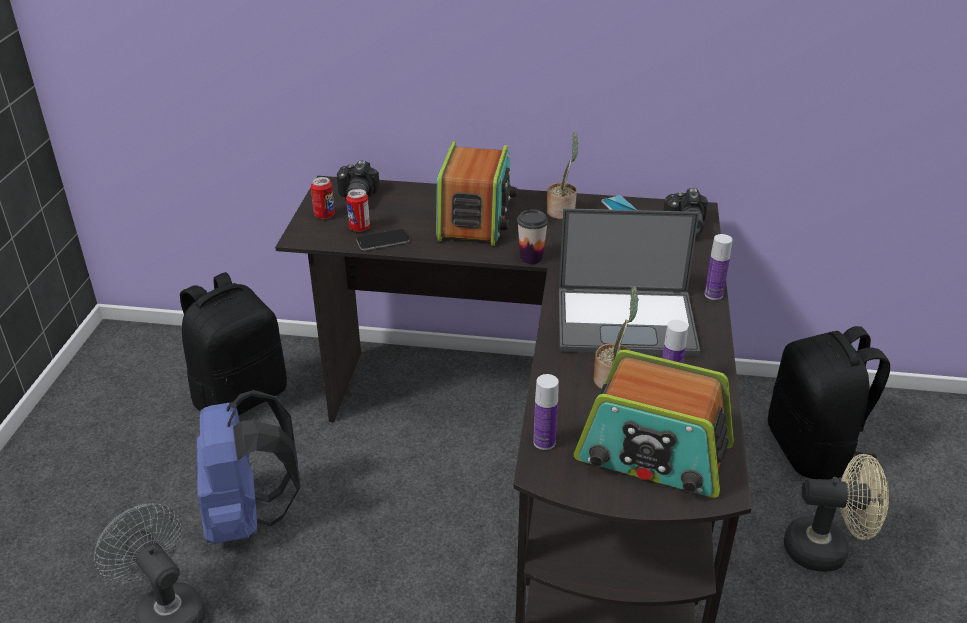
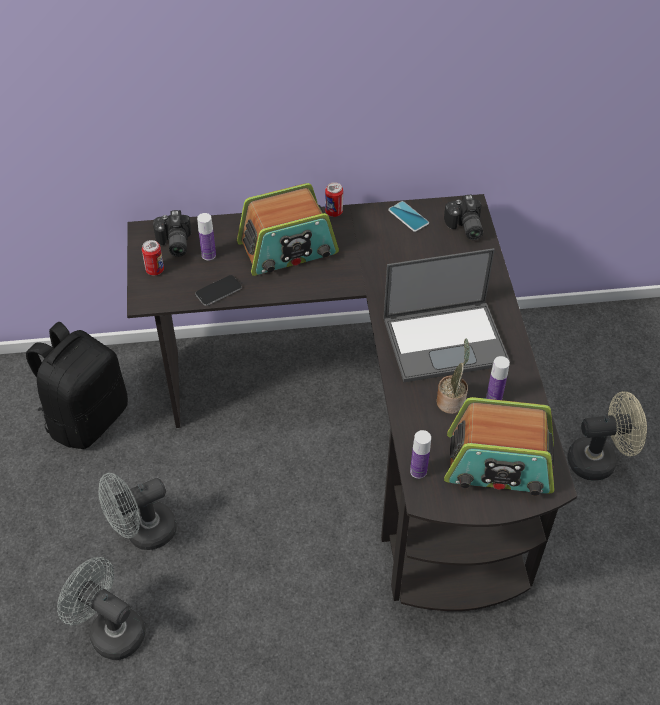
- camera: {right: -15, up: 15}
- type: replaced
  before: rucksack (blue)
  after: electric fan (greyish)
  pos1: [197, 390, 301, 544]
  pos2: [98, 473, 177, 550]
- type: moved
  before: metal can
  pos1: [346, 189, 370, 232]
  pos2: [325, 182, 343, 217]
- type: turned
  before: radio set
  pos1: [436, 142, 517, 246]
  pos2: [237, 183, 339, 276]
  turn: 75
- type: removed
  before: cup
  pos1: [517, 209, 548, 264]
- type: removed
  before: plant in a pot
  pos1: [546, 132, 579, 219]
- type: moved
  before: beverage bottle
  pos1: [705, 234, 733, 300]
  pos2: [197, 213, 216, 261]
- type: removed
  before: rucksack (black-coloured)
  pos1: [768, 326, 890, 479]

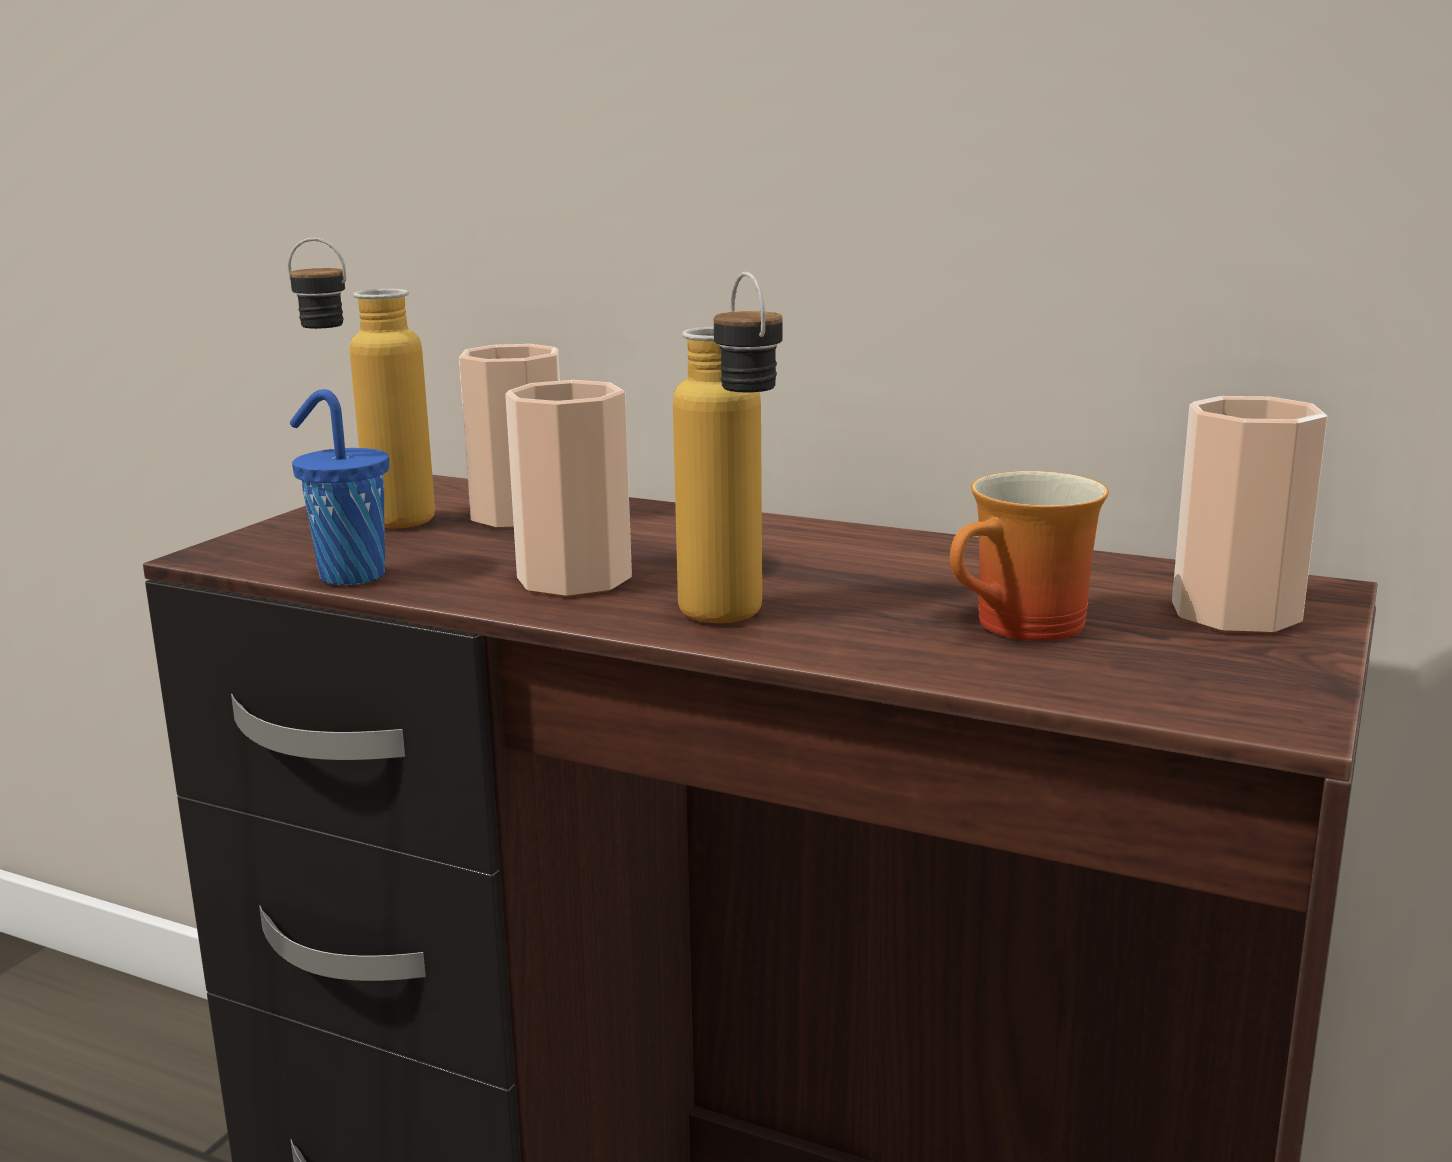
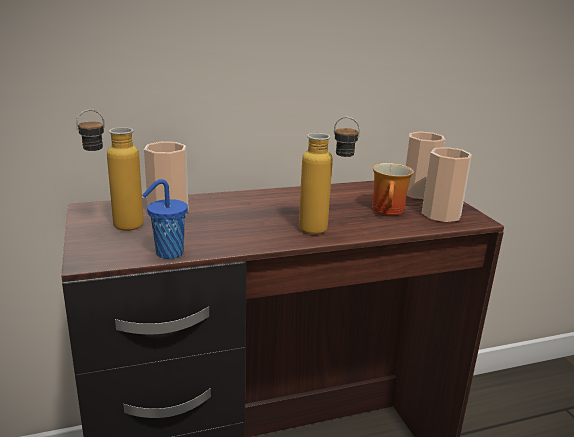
- camera: {right: -45, up: 5}
- type: moved
  before: cup
  pos1: [505, 380, 632, 597]
  pos2: [422, 147, 472, 222]

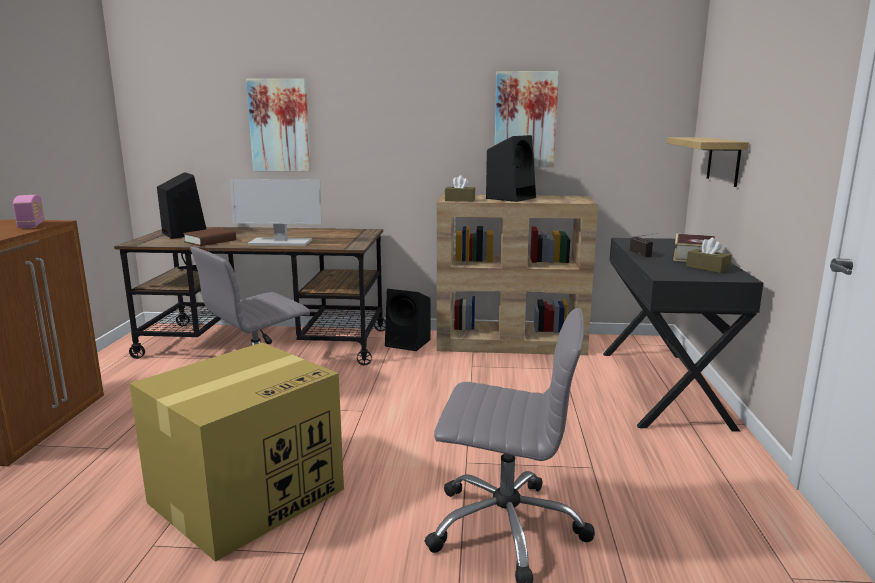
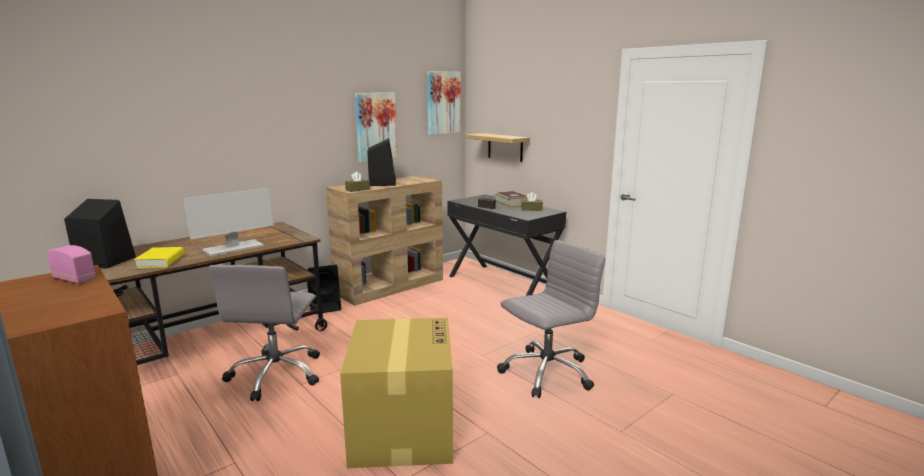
- camera: {right: -45, up: 0}
- type: recoloured
  before: bound book (brown)
  after: bound book (yellowish)
  pos1: [183, 228, 236, 246]
  pos2: [134, 247, 184, 268]
- type: moved
  before: wall art
  pos1: [246, 79, 311, 172]
  pos2: [427, 71, 461, 135]

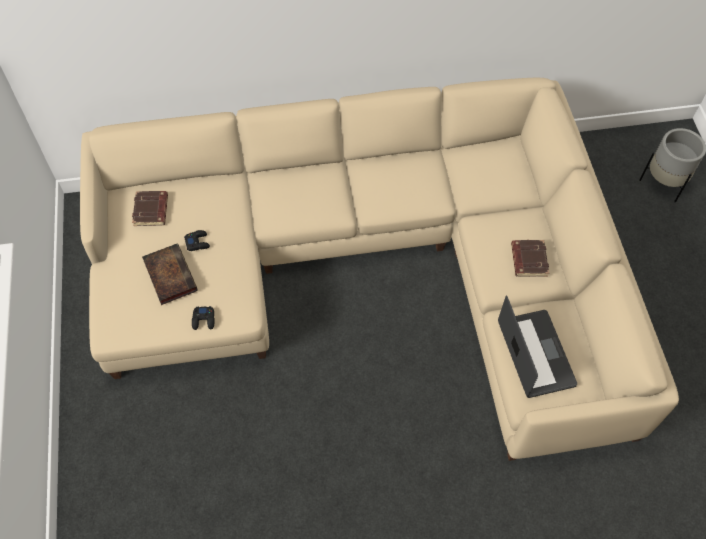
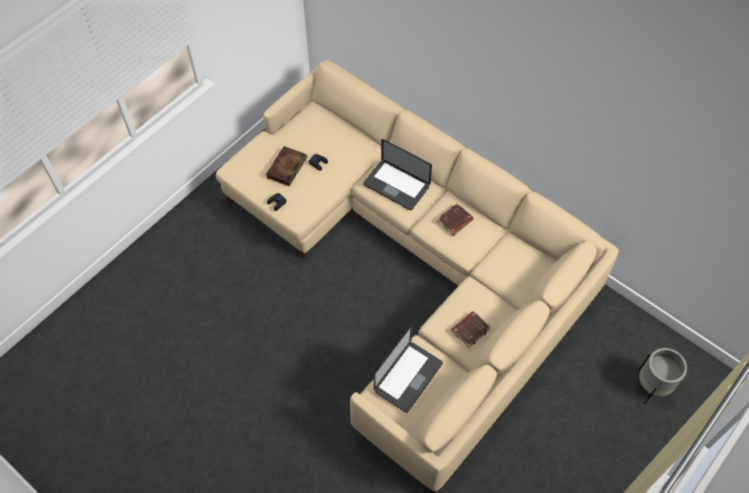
- camera: {right: 50, up: 0}
- type: moved
  before: bound book (brown)
  pos1: [132, 191, 168, 226]
  pos2: [437, 203, 473, 236]
- type: added
  after: laptop
  pos2: [363, 139, 432, 210]

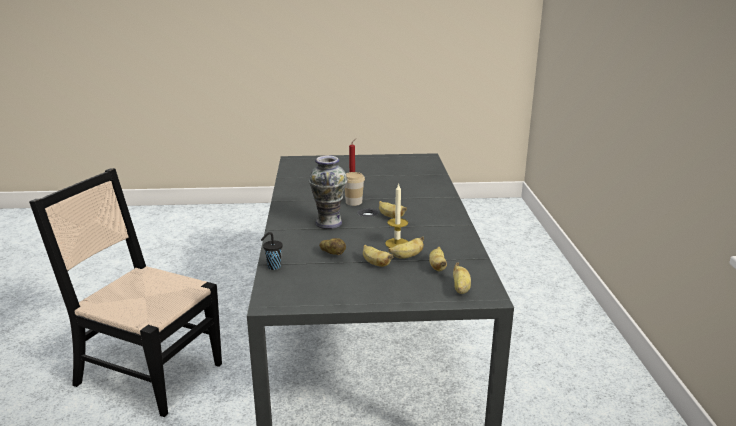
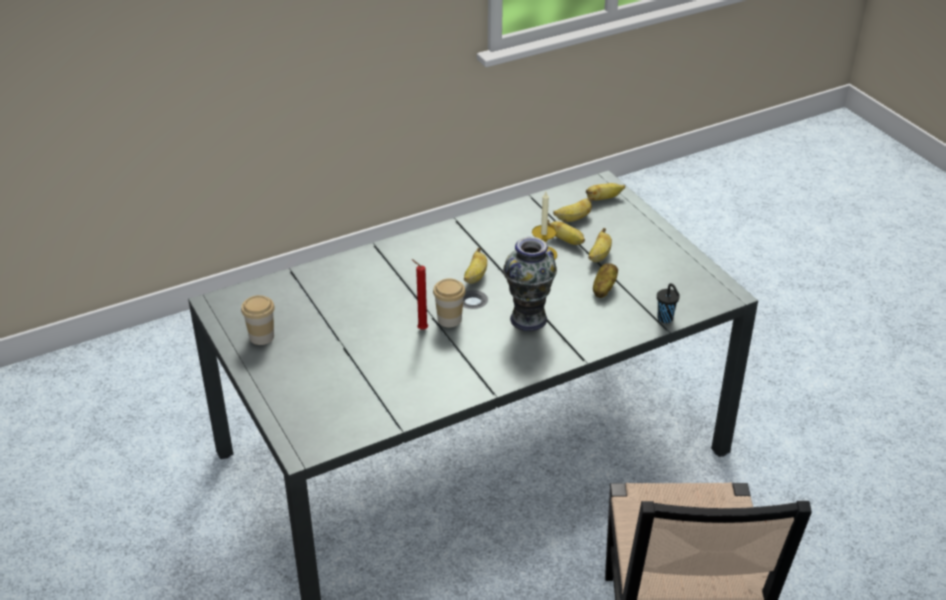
- camera: {right: -115, up: 15}
- type: added
  after: cup
  pos2: [241, 295, 275, 345]

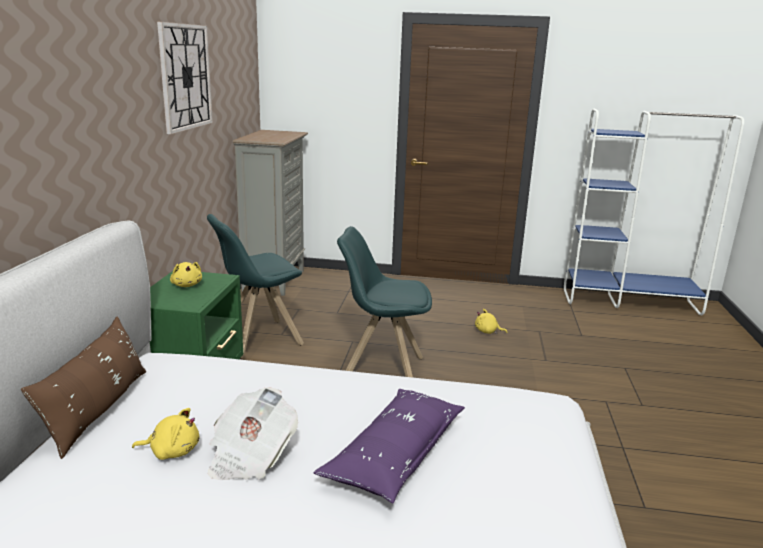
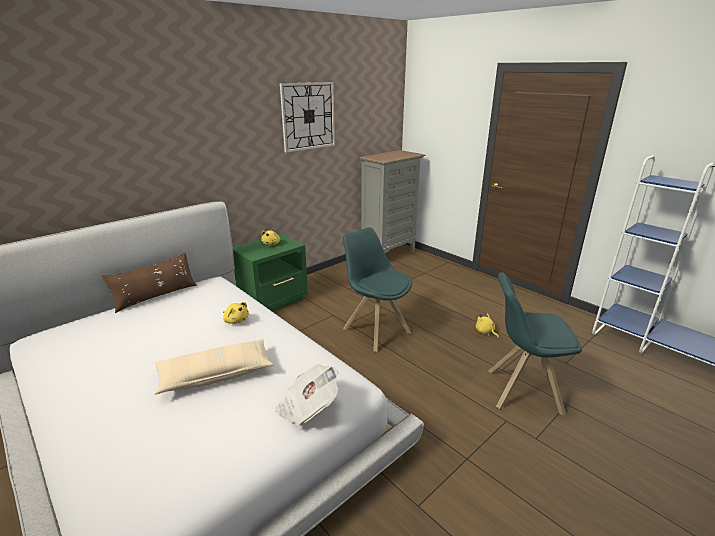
- camera: {right: 40, up: 5}
- type: moved
  before: cuddly toy (yellowish)
  pos1: [132, 408, 199, 460]
  pos2: [223, 302, 249, 324]
- type: moved
  before: chair (turquoise)
  pos1: [207, 214, 304, 358]
  pos2: [488, 272, 582, 416]
- type: moved
  before: newspaper
  pos1: [208, 387, 298, 480]
  pos2: [275, 364, 339, 427]
- type: recoloured
  before: throw pillow (purple-coloured)
  after: throw pillow (beige-coloured)
  pos1: [313, 389, 465, 503]
  pos2: [155, 339, 274, 395]

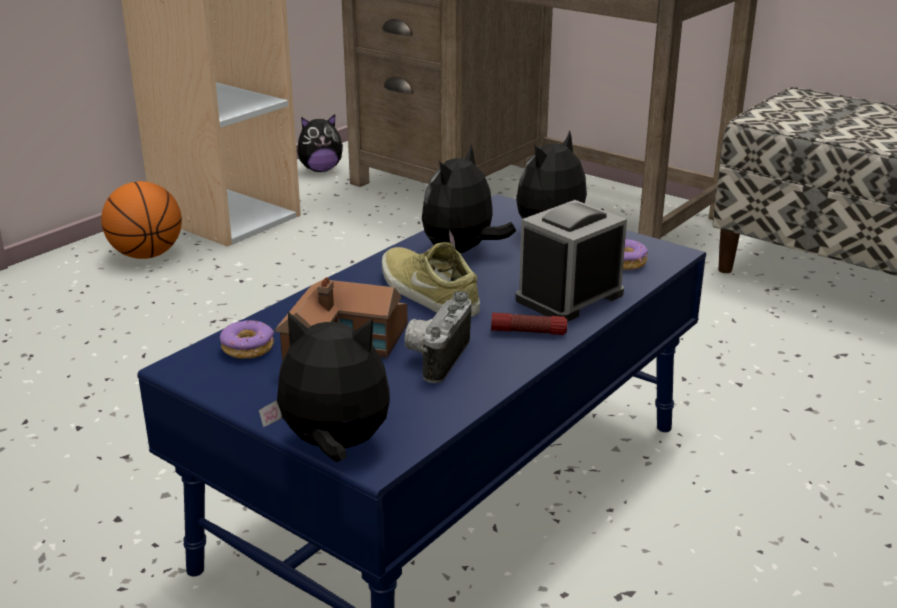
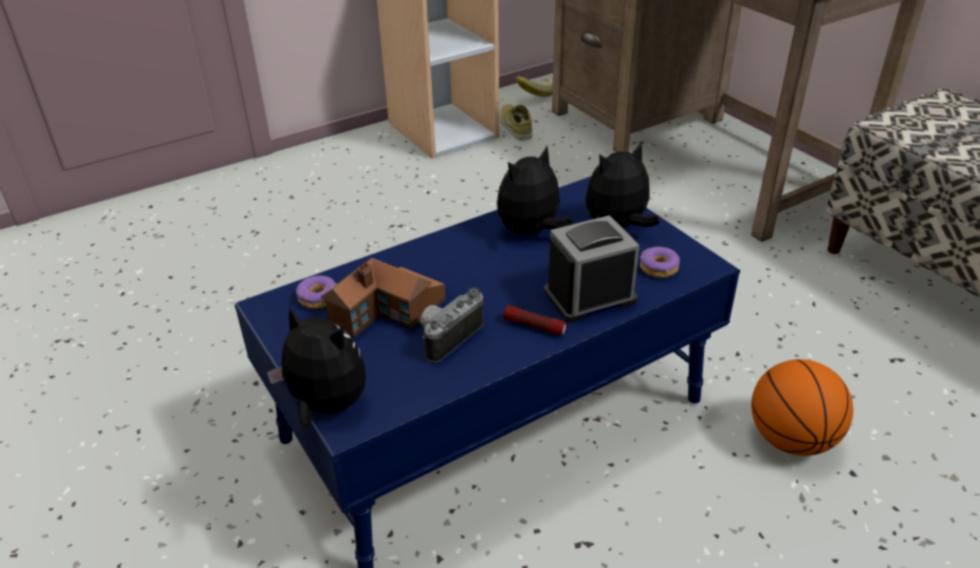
- camera: {right: 20, up: 10}
- type: moved
  before: basketball ball
  pos1: [101, 181, 182, 259]
  pos2: [751, 359, 853, 456]
- type: replaced
  before: cuddly toy
  after: whole banana
  pos1: [297, 114, 343, 172]
  pos2: [516, 76, 553, 97]
- type: moved
  before: item of footwear (beige-coloured)
  pos1: [382, 242, 480, 317]
  pos2: [499, 104, 532, 140]

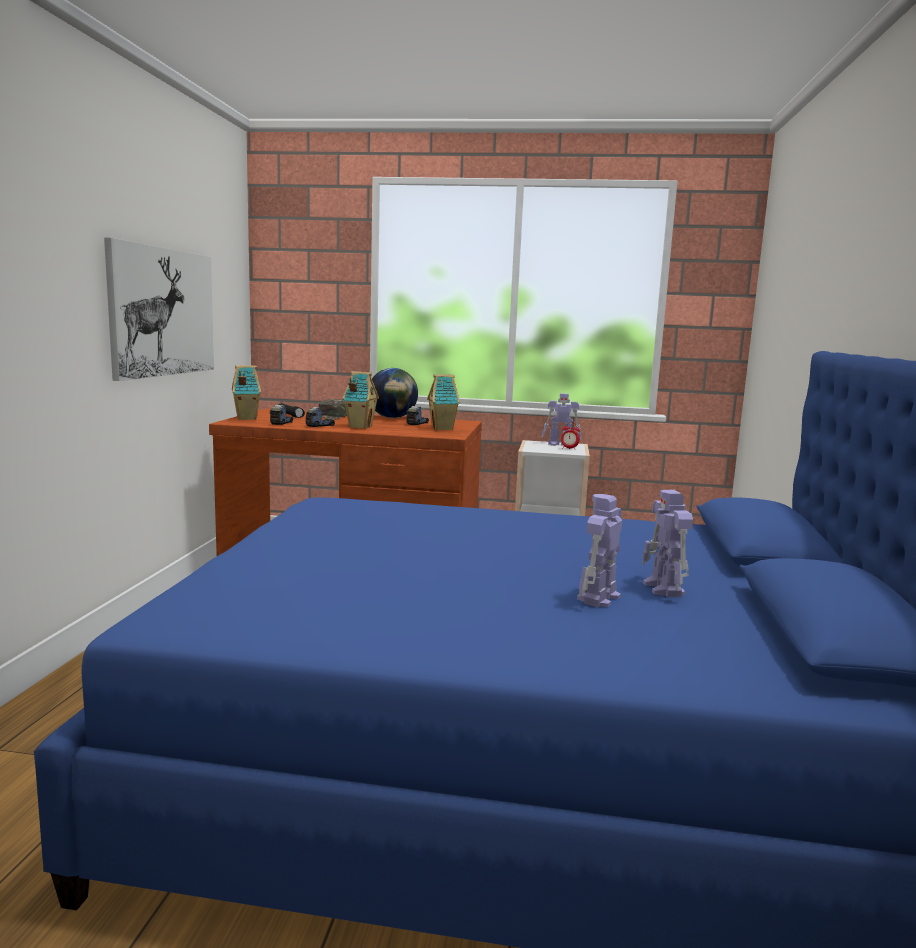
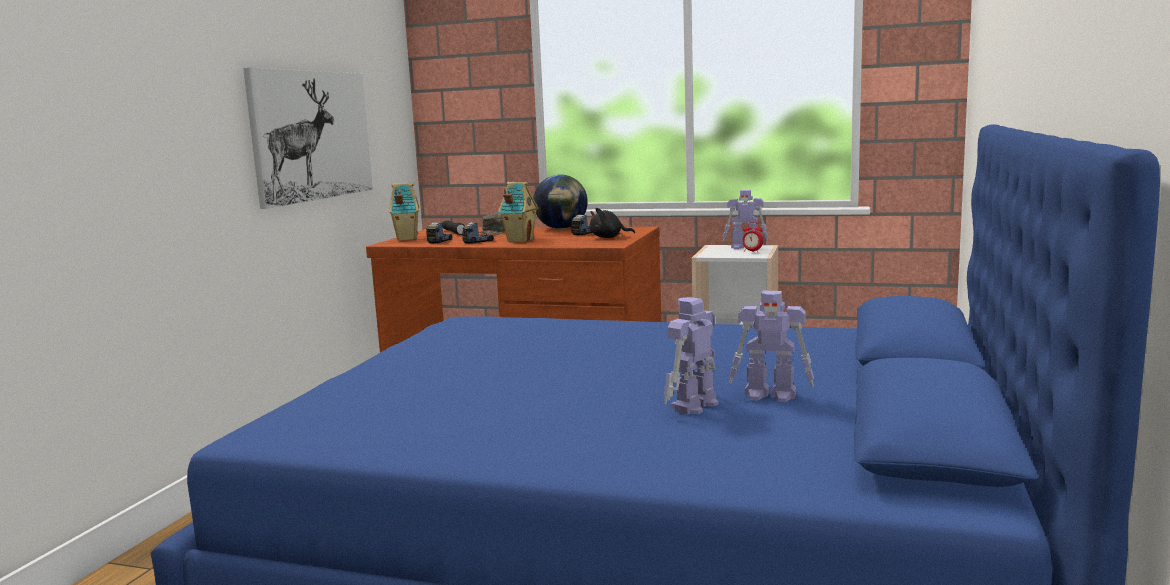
- camera: {right: 10, up: 0}
- type: replaced
  before: model house
  after: cuddly toy (black-coloured)
  pos1: [427, 374, 460, 430]
  pos2: [590, 208, 635, 238]
- type: turned
  before: toy robot
  pos1: [642, 490, 693, 597]
  pos2: [729, 291, 814, 402]
  turn: -75

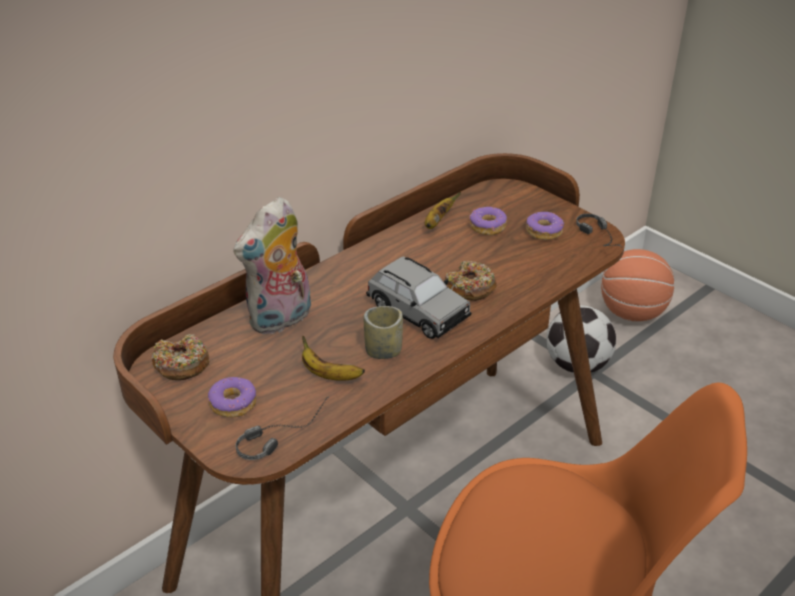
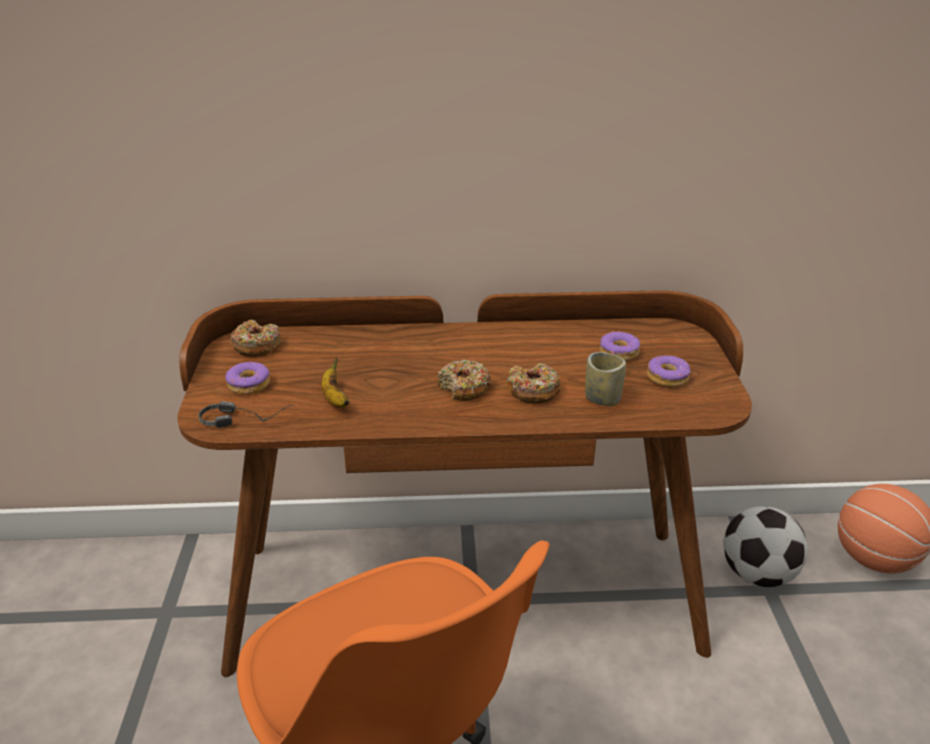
- camera: {right: 40, up: -5}
- type: removed
  before: cuddly toy
  pos1: [233, 197, 311, 335]
- type: moved
  before: cup
  pos1: [364, 306, 403, 359]
  pos2: [585, 352, 626, 406]
- type: replaced
  before: miniature car (greyish)
  after: donut
  pos1: [366, 256, 471, 339]
  pos2: [438, 359, 491, 401]
- type: removed
  before: whole banana
  pos1: [425, 191, 461, 229]
- type: removed
  before: headset
  pos1: [576, 214, 623, 248]

